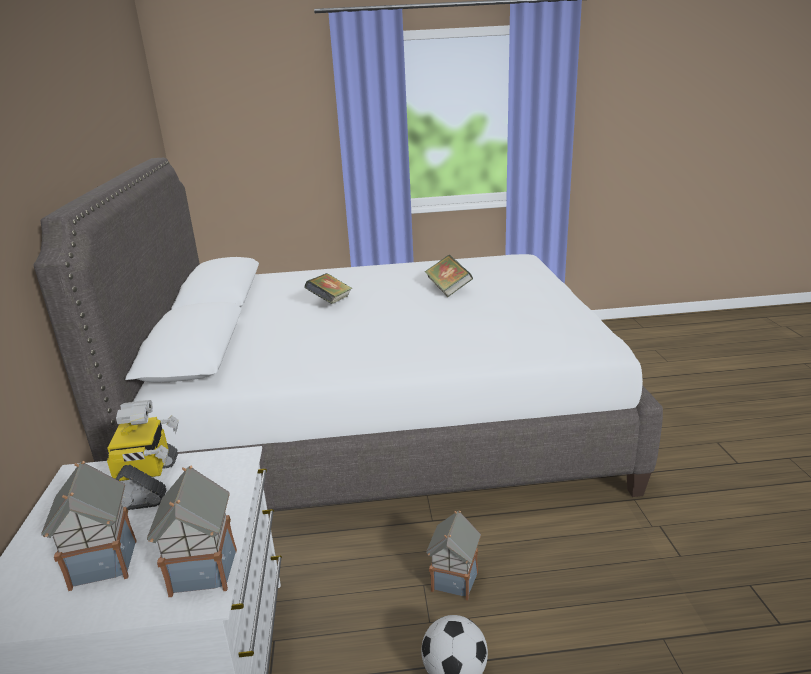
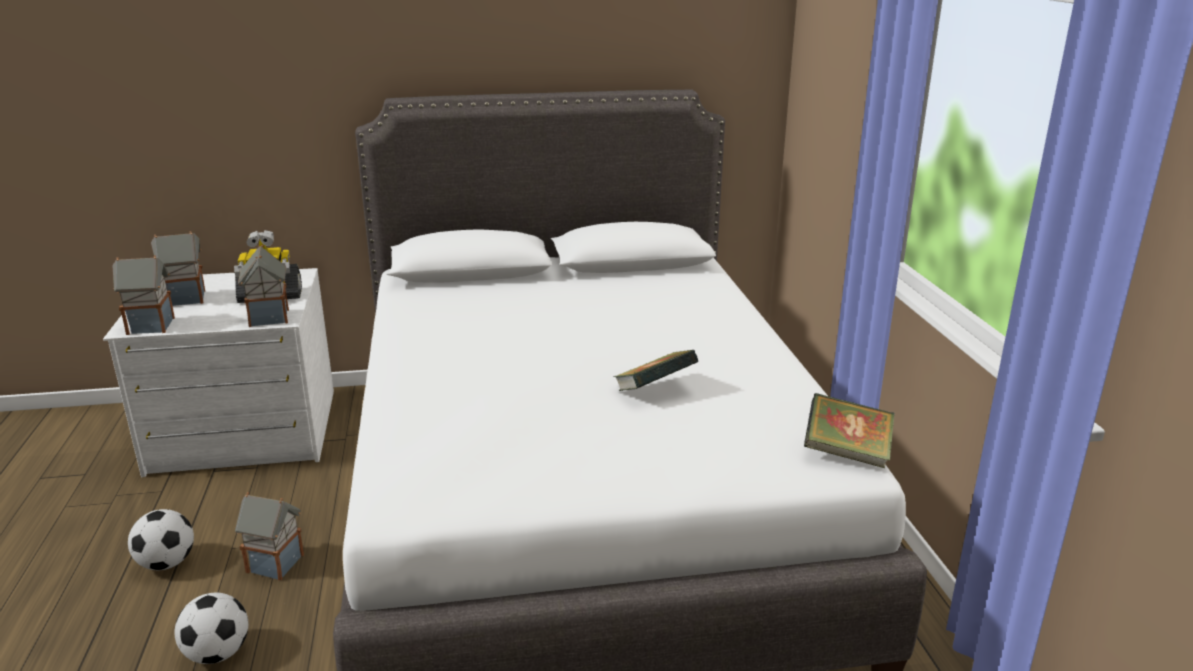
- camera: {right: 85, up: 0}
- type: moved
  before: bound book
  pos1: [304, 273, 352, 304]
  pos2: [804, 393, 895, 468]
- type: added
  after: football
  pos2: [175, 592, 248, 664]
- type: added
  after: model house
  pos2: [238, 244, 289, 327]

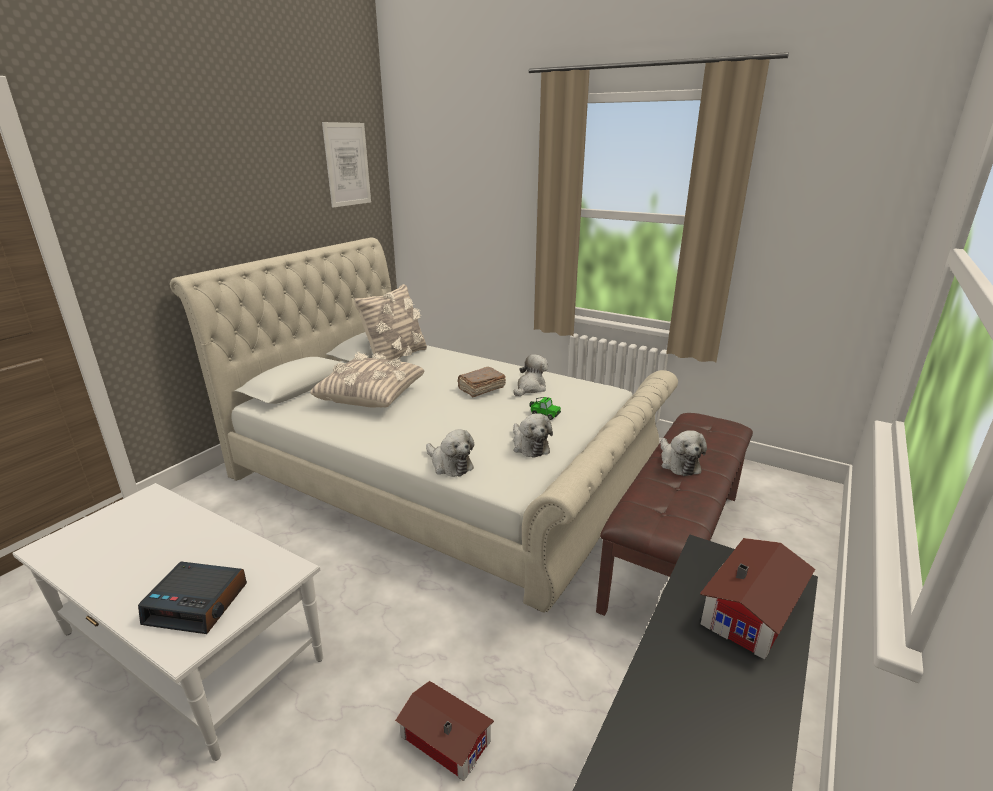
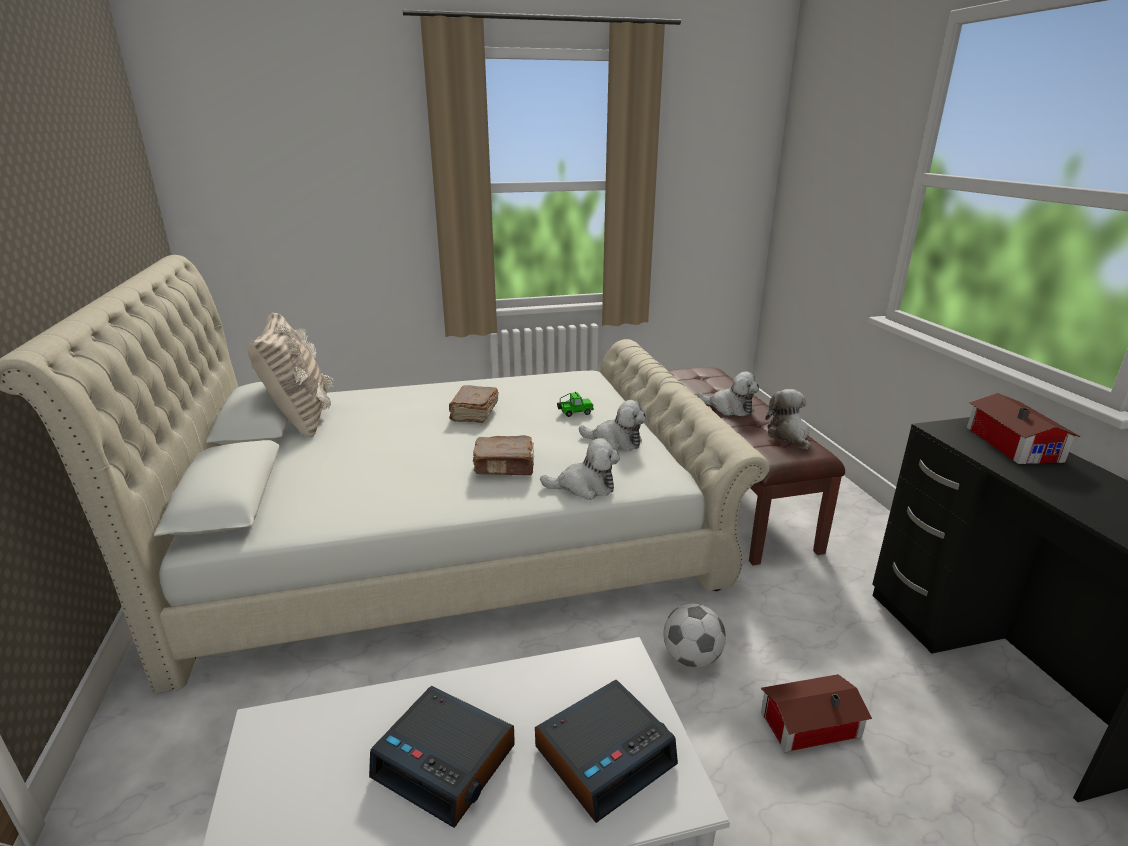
- camera: {right: -45, up: 0}
- type: removed
  before: throw pillow (beige-coloured)
  pos1: [310, 352, 424, 408]
- type: removed
  before: wall art
  pos1: [322, 122, 371, 207]
- type: moved
  before: cuddly toy
  pos1: [513, 354, 548, 396]
  pos2: [766, 389, 810, 450]
- type: added
  after: bedside clock
  pos2: [369, 686, 515, 828]
- type: added
  after: bound book (brown)
  pos2: [473, 435, 534, 475]
- type: added
  after: football
  pos2: [663, 603, 726, 668]

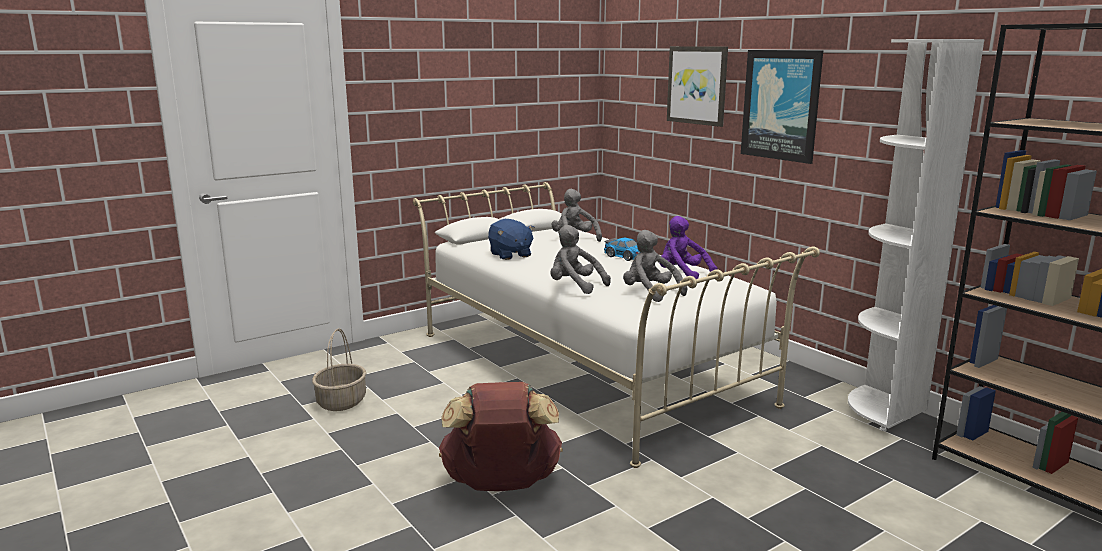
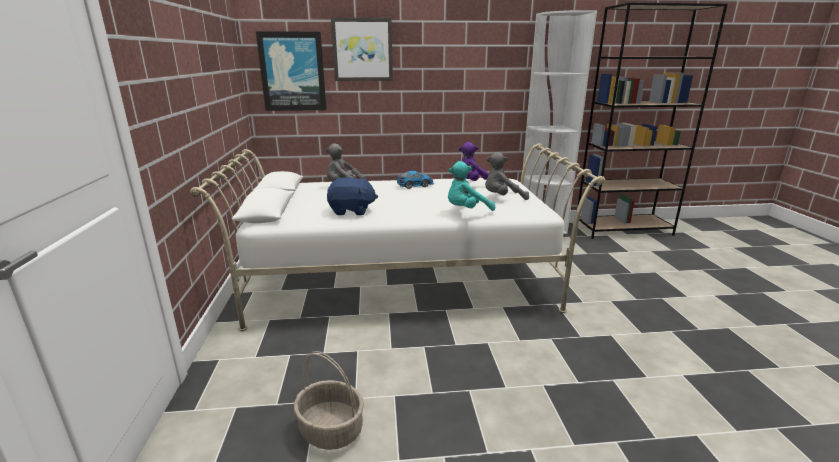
- camera: {right: -60, up: 5}
- type: removed
  before: rucksack (brown)
  pos1: [439, 382, 563, 491]
- type: recoloured
  before: cuddly toy (greyish)
  after: cuddly toy (turquoise)
  pos1: [550, 225, 611, 294]
  pos2: [448, 161, 495, 211]
- type: moved
  before: wall art
  pos1: [741, 50, 823, 164]
  pos2: [256, 31, 327, 111]

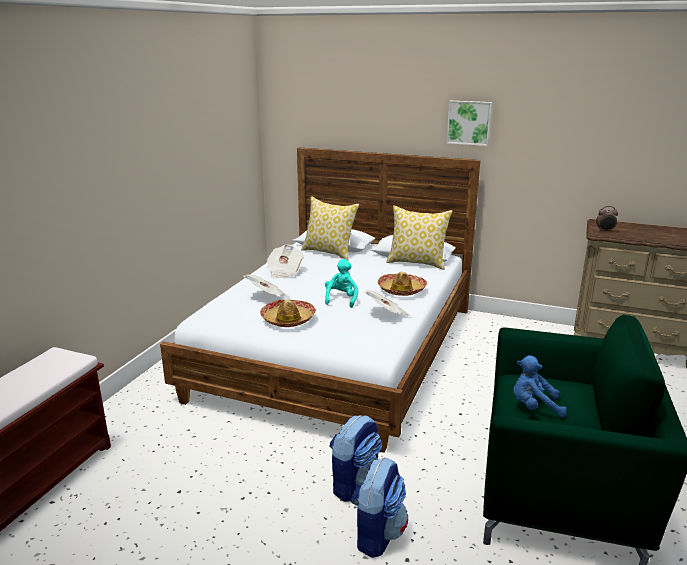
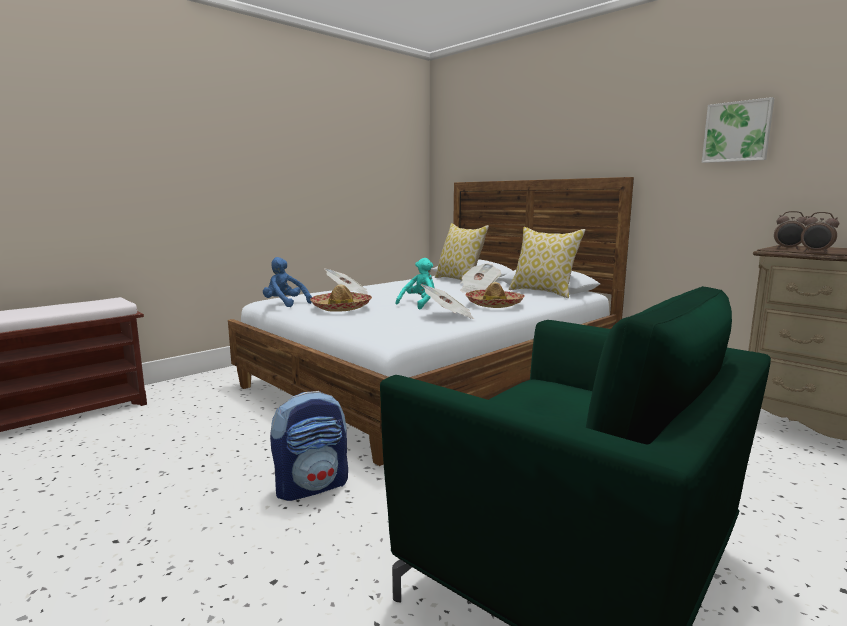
- camera: {right: 25, up: -10}
- type: moved
  before: newspaper
  pos1: [266, 244, 304, 279]
  pos2: [460, 264, 501, 293]
- type: removed
  before: rucksack
  pos1: [351, 457, 408, 558]
- type: moved
  before: wall art
  pos1: [446, 101, 492, 146]
  pos2: [702, 97, 774, 163]
- type: moved
  before: cuddly toy (blue)
  pos1: [514, 355, 567, 417]
  pos2: [263, 257, 312, 307]
- type: added
  after: bedside clock
  pos2: [801, 212, 839, 253]

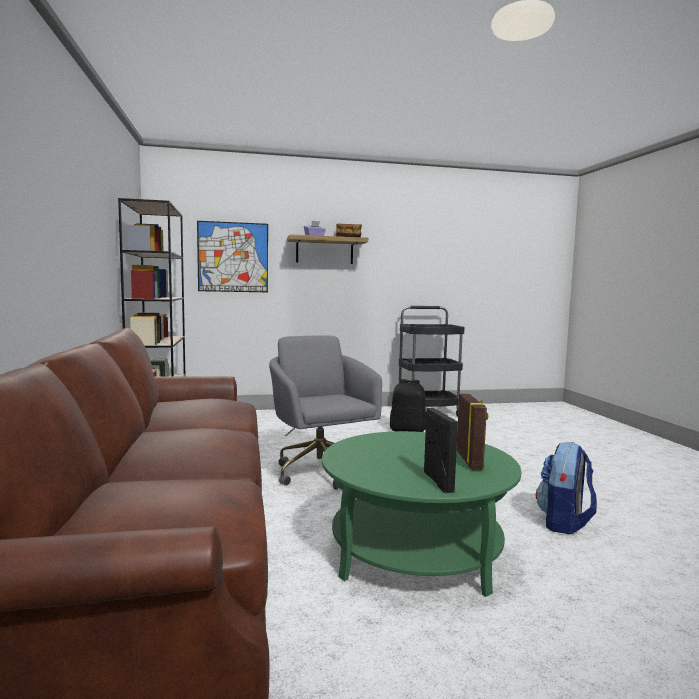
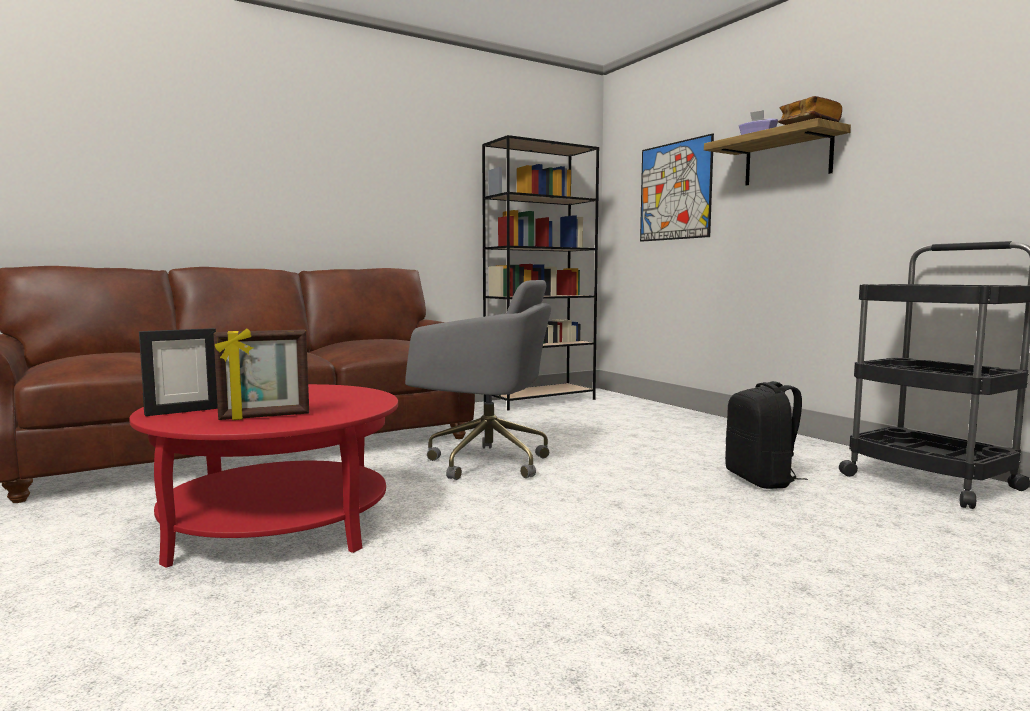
- camera: {right: 70, up: 0}
- type: turned
  before: desk chair (greyish)
  pos1: [269, 335, 382, 490]
  pos2: [405, 280, 551, 480]
  turn: 60
- type: recoloured
  before: coffee table (green-coloured)
  after: coffee table (reddish)
  pos1: [322, 431, 521, 597]
  pos2: [129, 384, 398, 568]
- type: removed
  before: rucksack
  pos1: [536, 442, 597, 534]

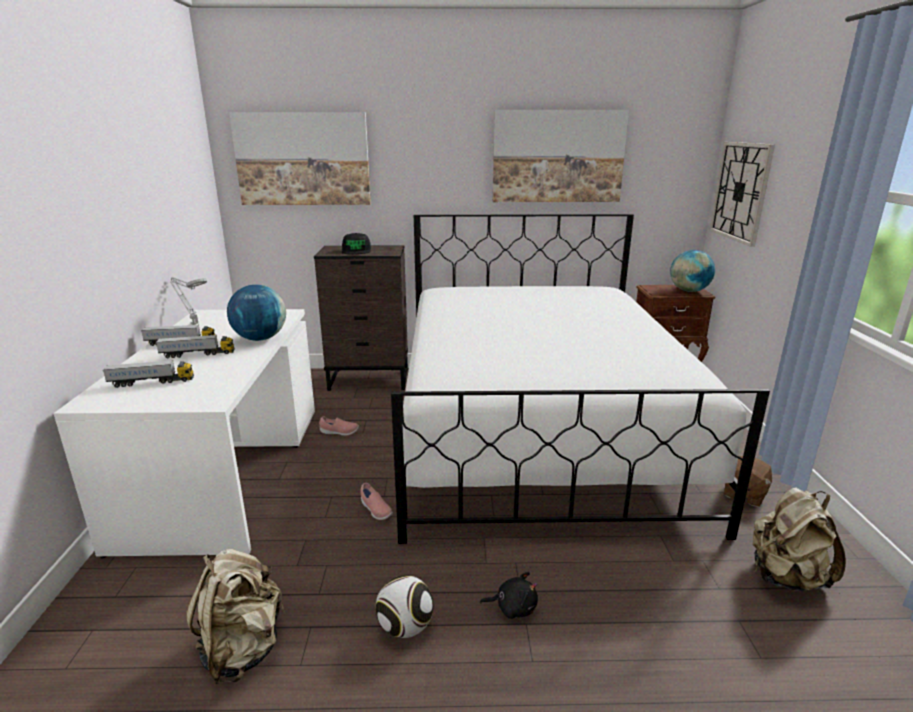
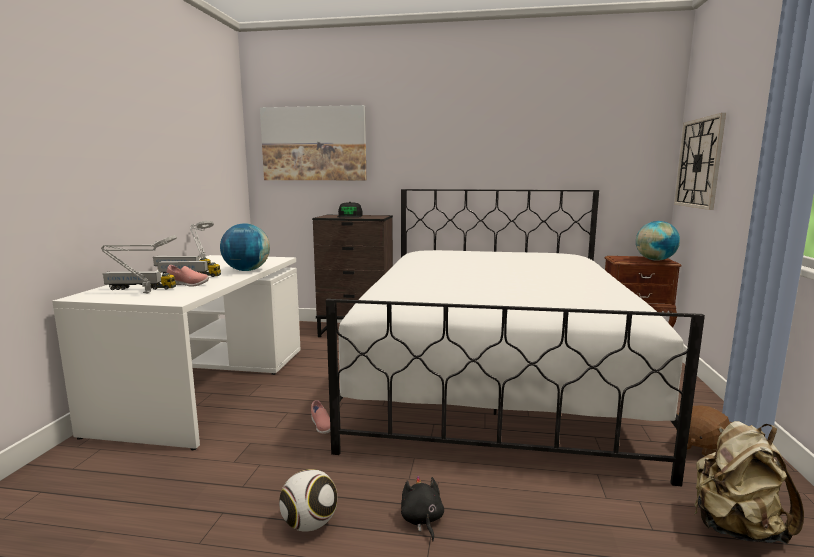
- camera: {right: 10, up: -10}
- type: removed
  before: rucksack (beige-coloured)
  pos1: [186, 549, 285, 684]
- type: moved
  before: item of footwear (pinkish)
  pos1: [319, 417, 359, 436]
  pos2: [167, 265, 209, 287]
- type: turned
  before: cuddly toy (black-coloured)
  pos1: [480, 572, 538, 619]
  pos2: [401, 476, 444, 542]
  turn: -120
- type: removed
  before: wall art
  pos1: [493, 110, 629, 202]
- type: added
  after: tabletop lamp (greyish)
  pos2: [101, 235, 177, 294]

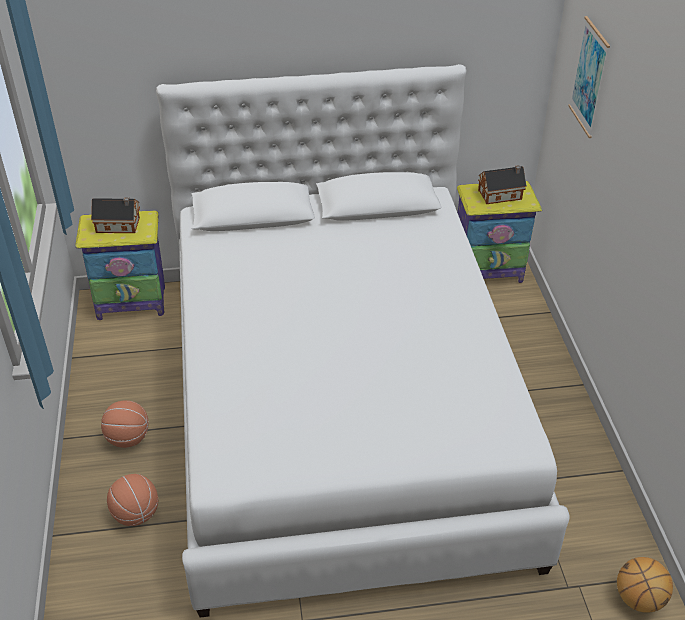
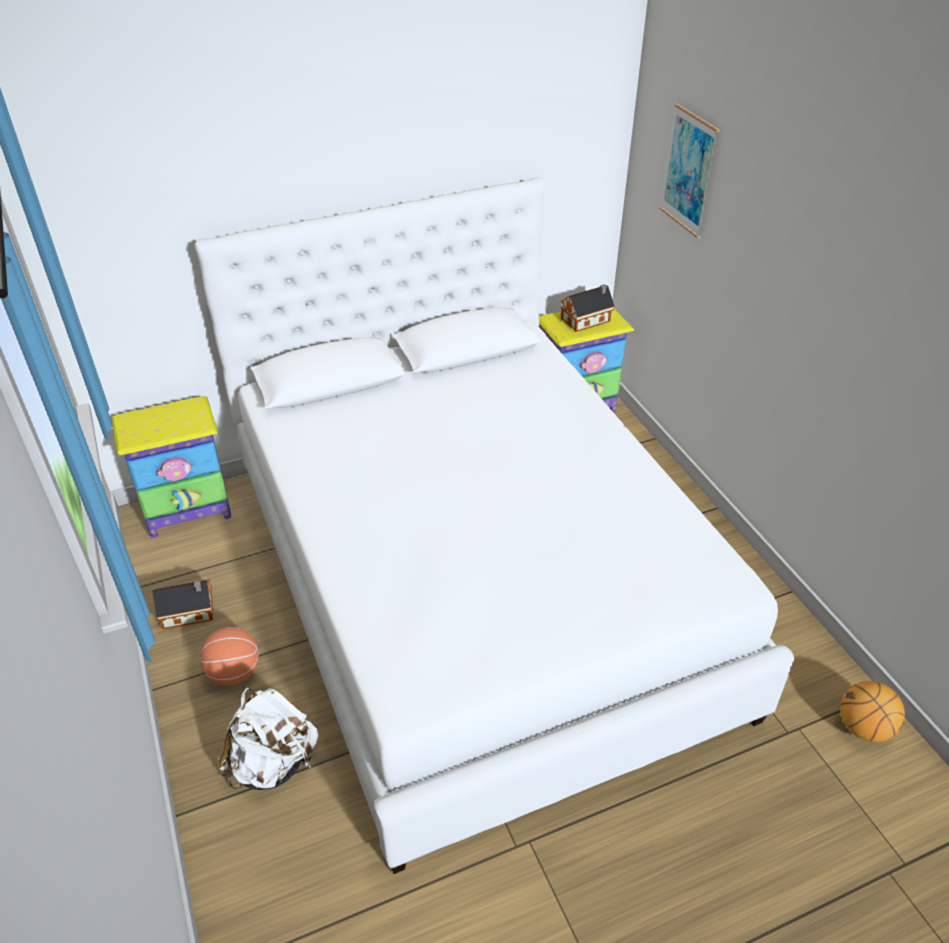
- camera: {right: -15, up: 0}
- type: moved
  before: model house
  pos1: [91, 197, 140, 233]
  pos2: [152, 579, 213, 629]
- type: replaced
  before: basketball ball
  after: rucksack (whitish)
  pos1: [107, 474, 158, 526]
  pos2: [218, 687, 318, 790]

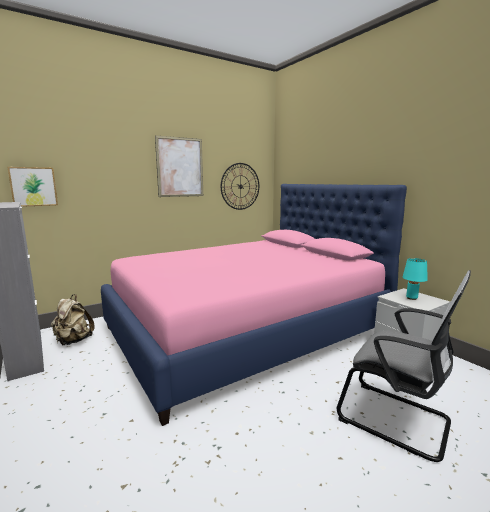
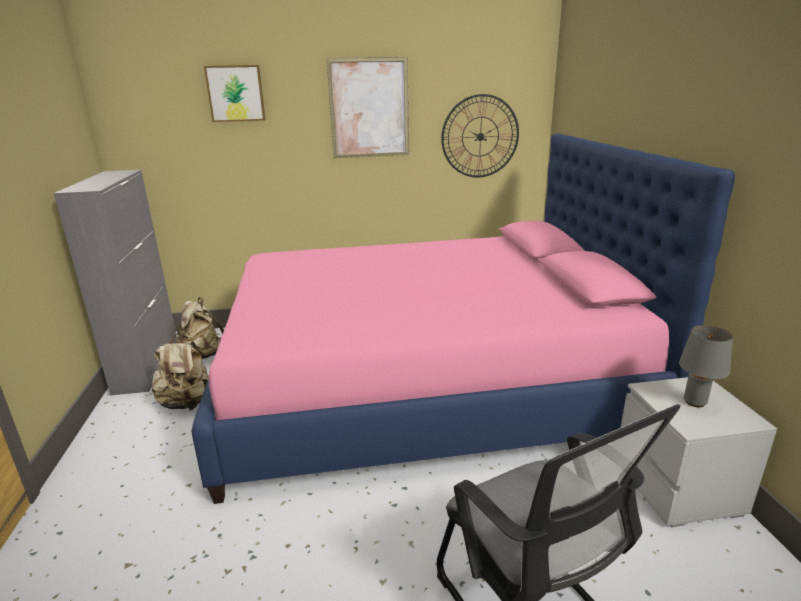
- camera: {right: 25, up: 10}
- type: moved
  before: wall art
  pos1: [7, 167, 58, 207]
  pos2: [204, 65, 266, 122]
- type: recoloured
  before: tabletop lamp (turquoise)
  after: tabletop lamp (greyish)
  pos1: [403, 258, 428, 300]
  pos2: [679, 325, 733, 407]
- type: added
  after: rucksack (beige-coloured)
  pos2: [152, 334, 209, 411]

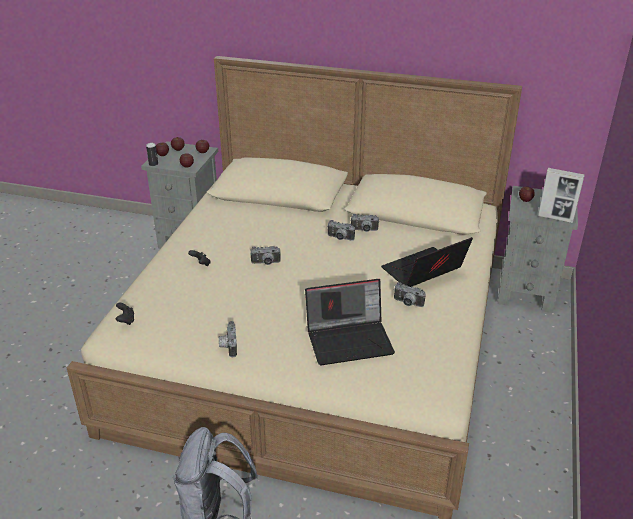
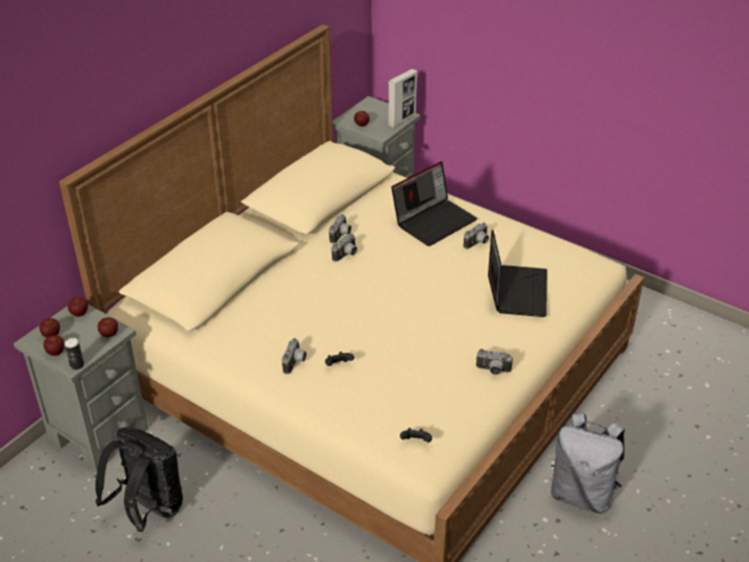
- camera: {right: -70, up: 5}
- type: moved
  before: photo camera
  pos1: [250, 246, 281, 265]
  pos2: [282, 338, 306, 374]
- type: turned
  before: laptop
  pos1: [381, 237, 473, 287]
  pos2: [391, 161, 477, 246]
  turn: -120
- type: added
  after: rucksack (black-coloured)
  pos2: [95, 427, 183, 532]

